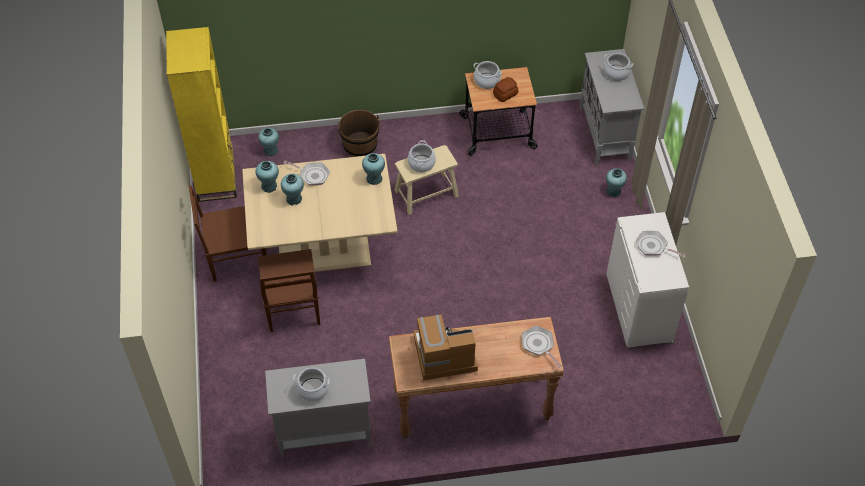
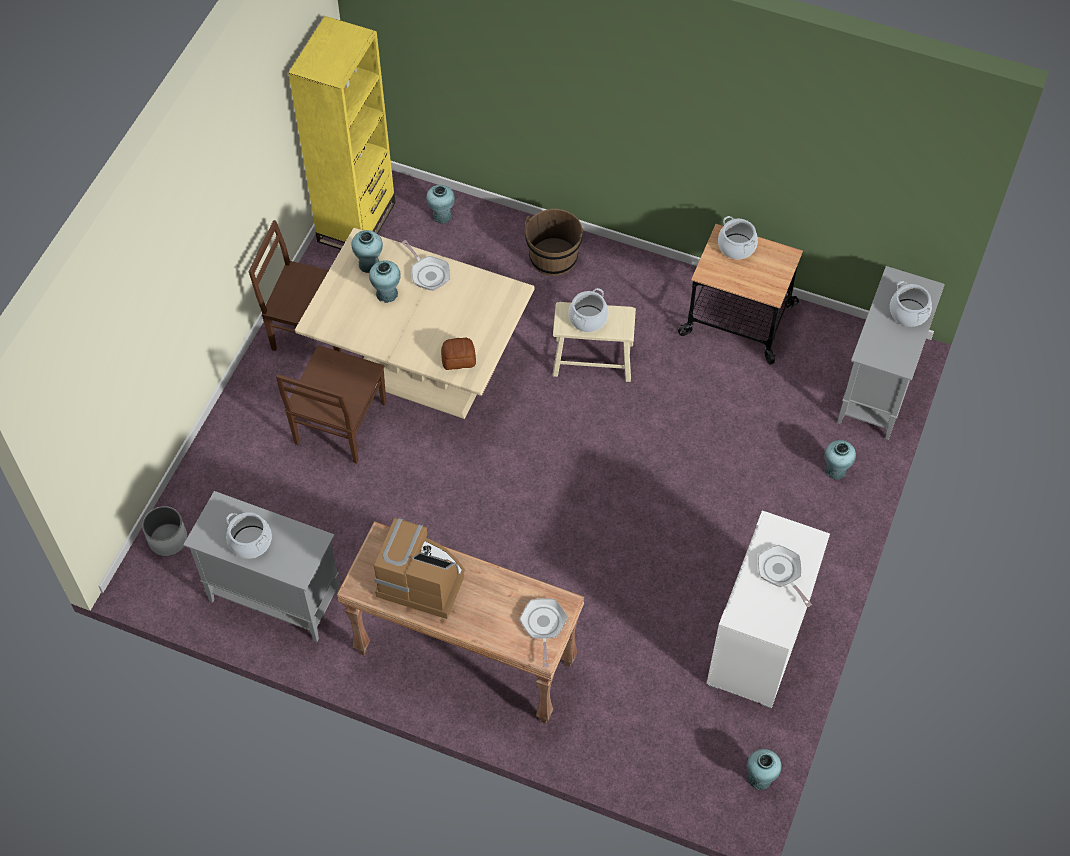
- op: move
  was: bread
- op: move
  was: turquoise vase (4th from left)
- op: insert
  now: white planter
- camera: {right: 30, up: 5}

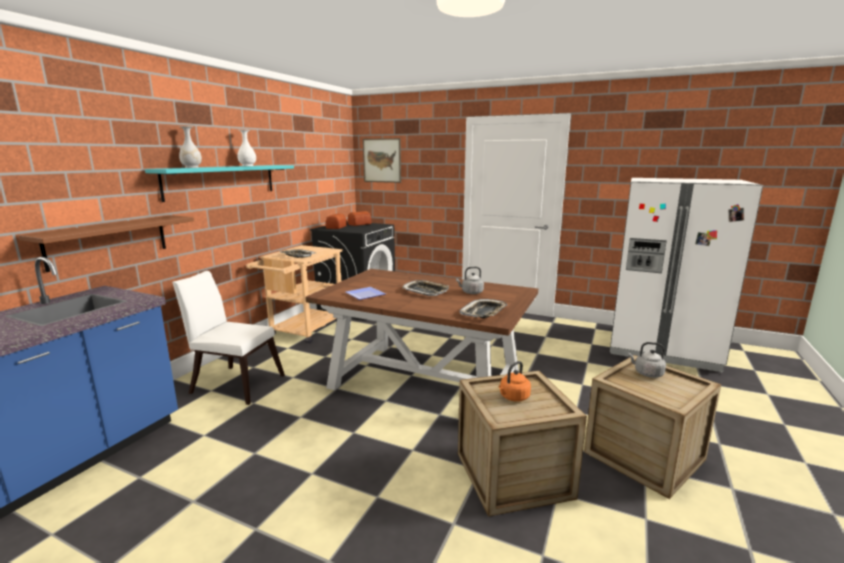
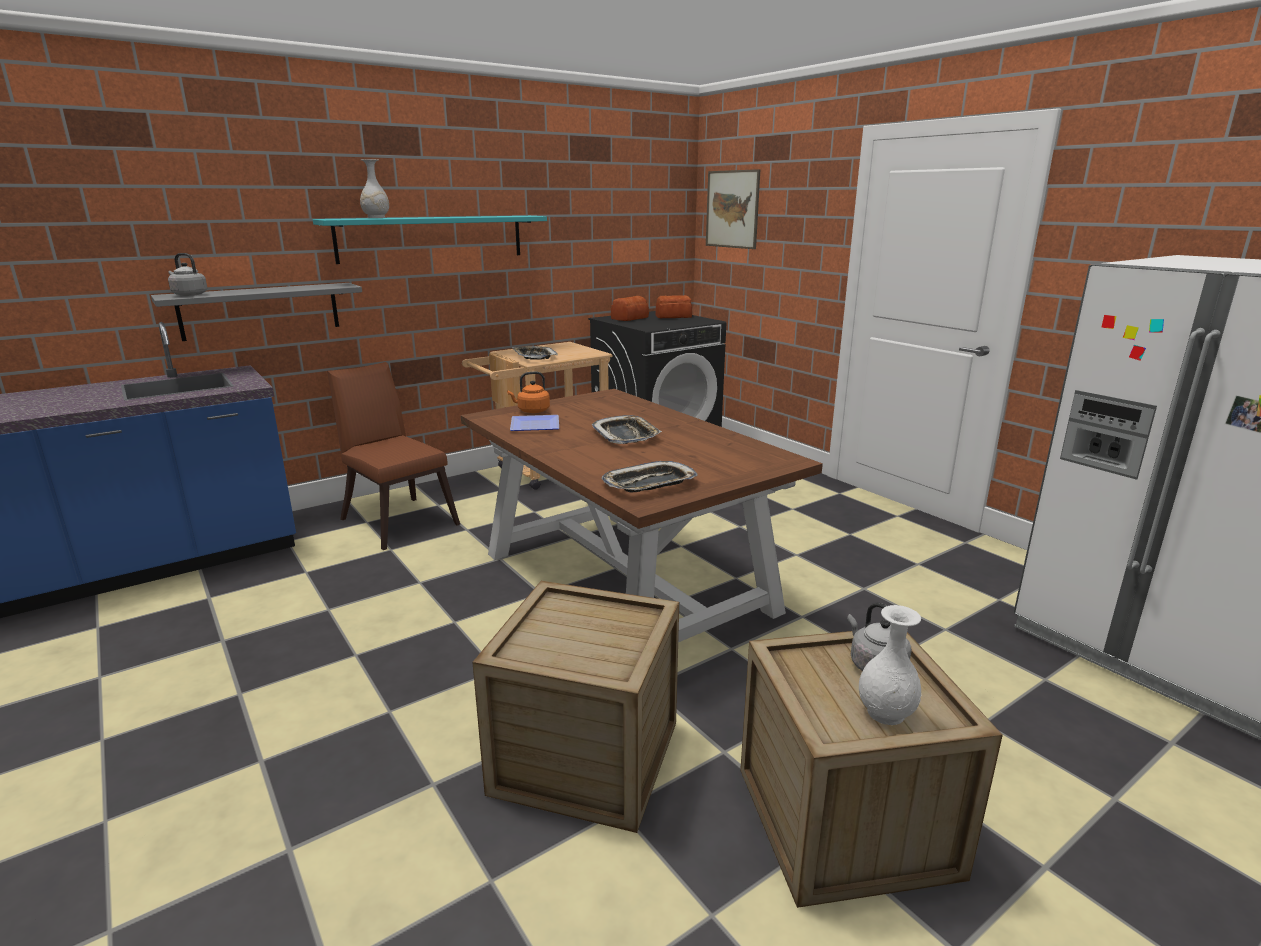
- op: move
  was: white vase (2nd from left)
- op: recolor
  was: brown shelf
  now: grey shelf
- op: move
  was: grey kettle (1st from left)
- op: recolor
  was: white chair
  now: brown chair
- op: move
  was: orange kettle
- camera: {right: 30, up: 5}

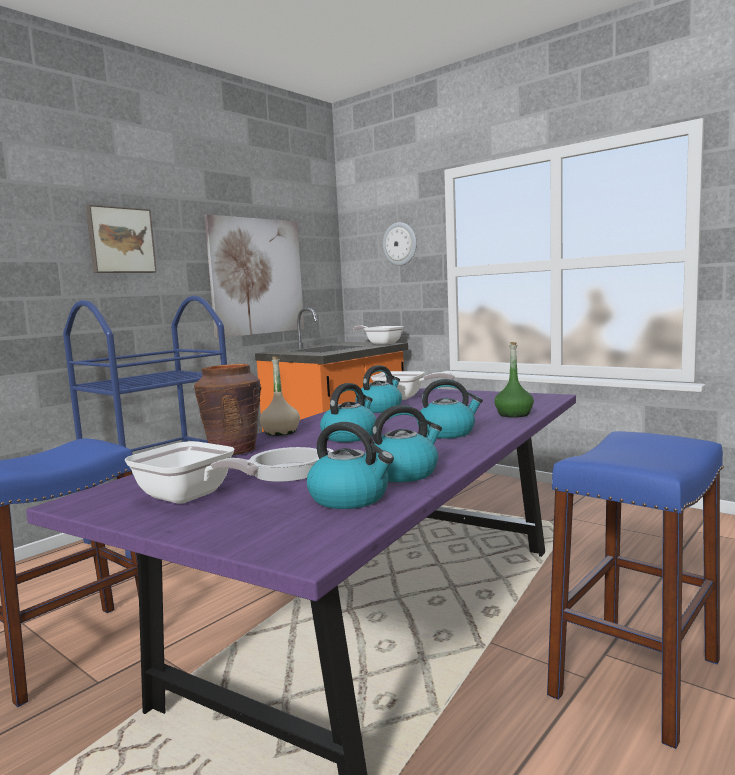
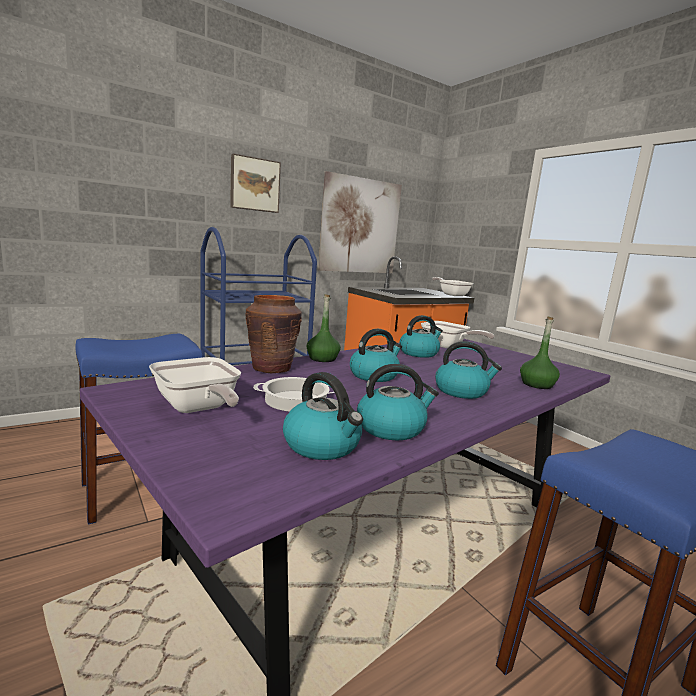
- op: delete
  was: wall clock
- op: recolor
  was: beige bottle
  now: green bottle (1st from left)
- camera: {right: 15, up: 5}

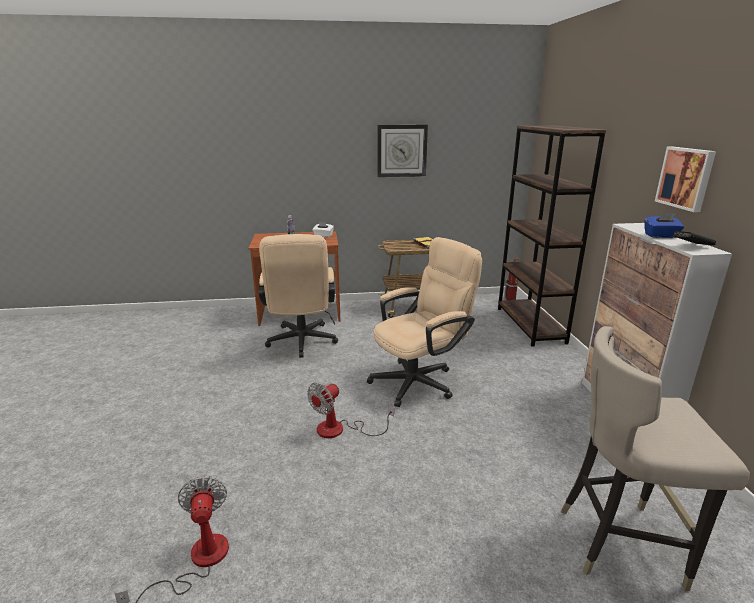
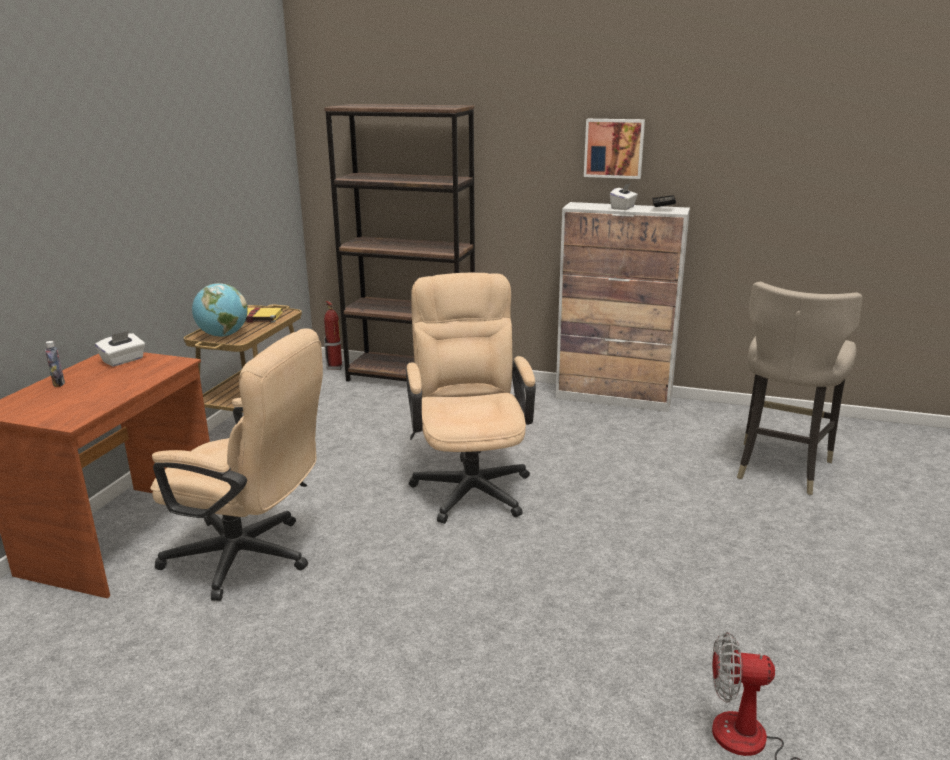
- op: delete
  was: wall clock
- op: recolor
  was: blue tissue box
  now: white tissue box (2nd from left)
- op: delete
  was: fan (2nd from left)
- op: insert
  now: globe
- camera: {right: -65, up: 0}

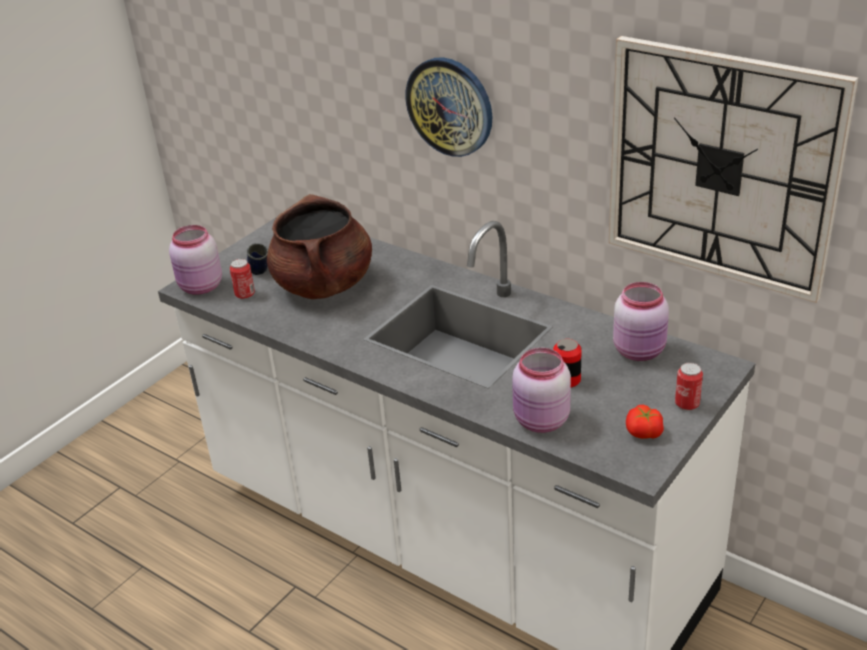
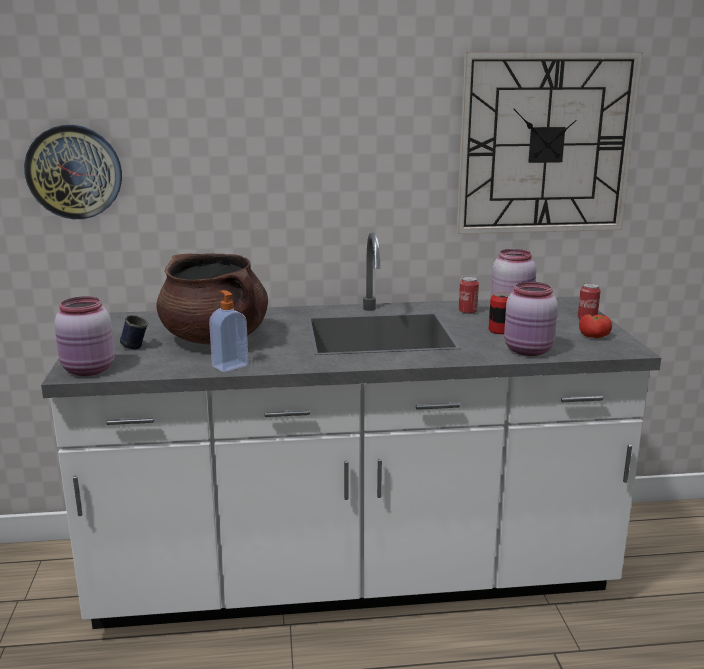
- op: move
  was: wall clock (1st from left)
- op: move
  was: can (1st from left)
- op: insert
  now: soap dispenser
- camera: {right: -45, up: -15}

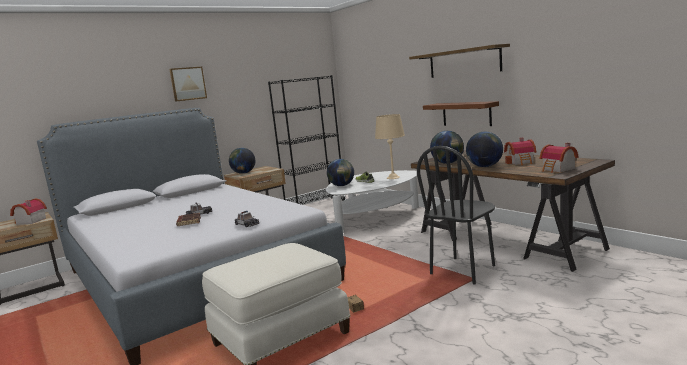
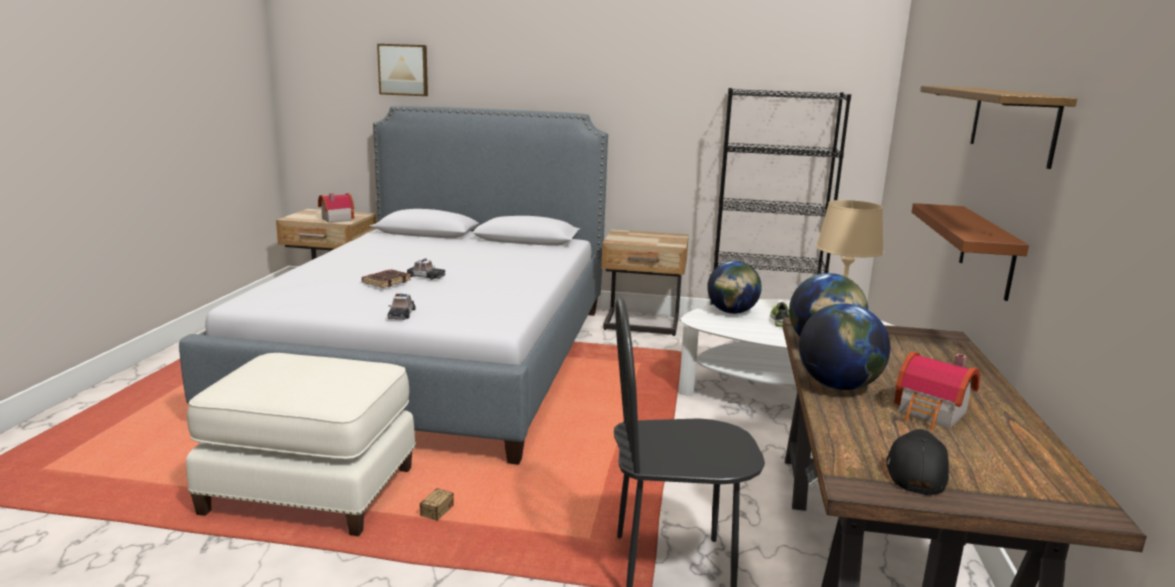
- op: move
  was: picture
- op: replace
  was: toy house (3rd from left)
  now: black cap
- op: delete
  was: globe (1st from left)
- camera: {right: 45, up: 5}

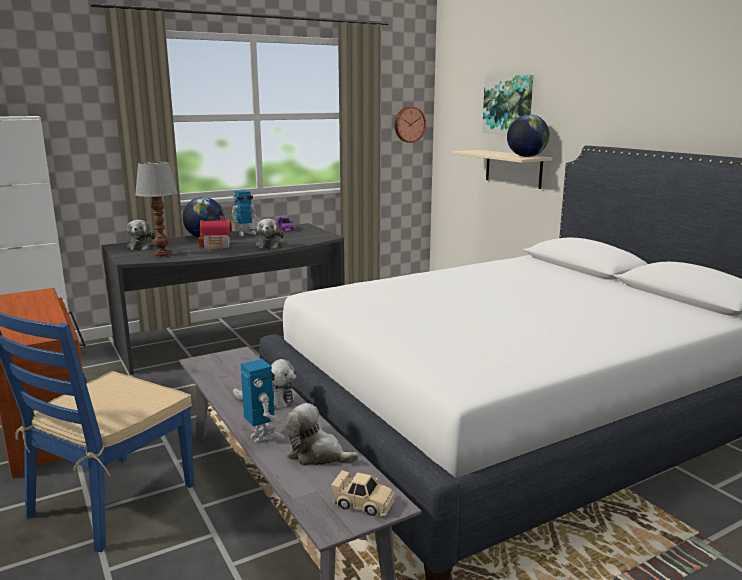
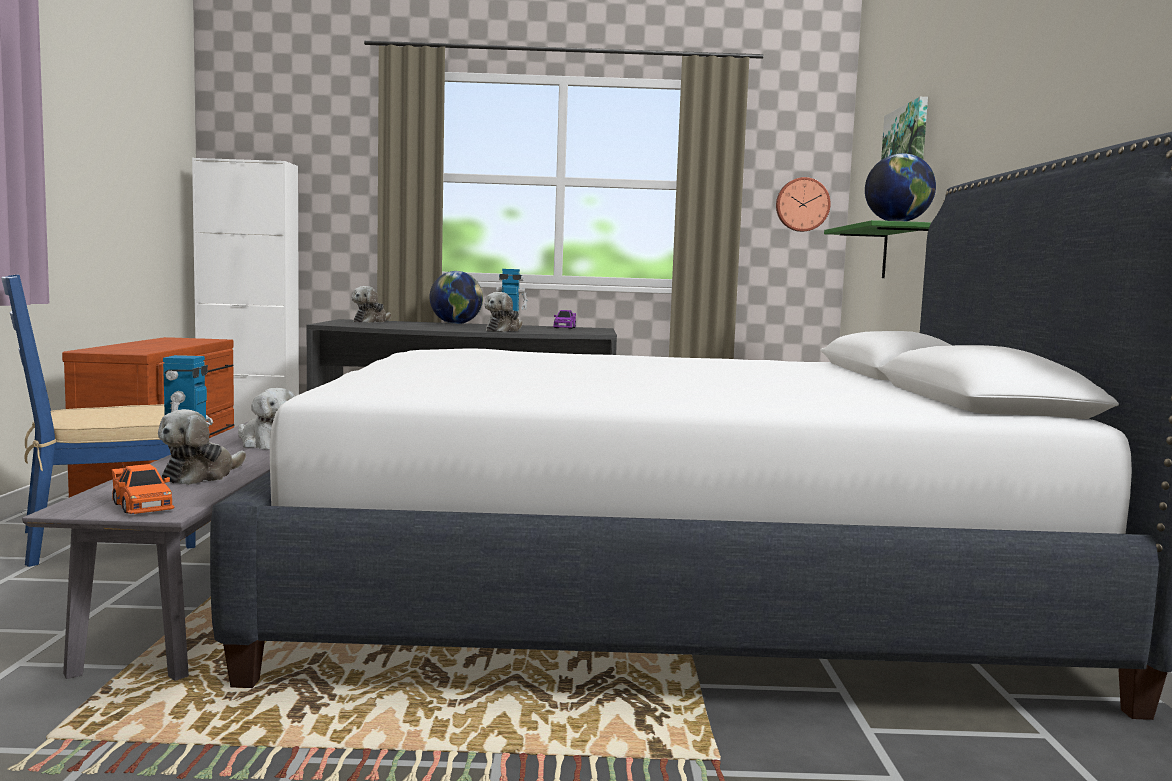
- op: recolor
  was: beige shelf
  now: green shelf
- op: delete
  was: table lamp
- op: delete
  was: toy house
- op: rotate
  was: plush toy (4th from left in the first image)
  clockwise: -120
- op: recolor
  was: beige toy car
  now: orange toy car
- camera: {right: 30, up: -10}

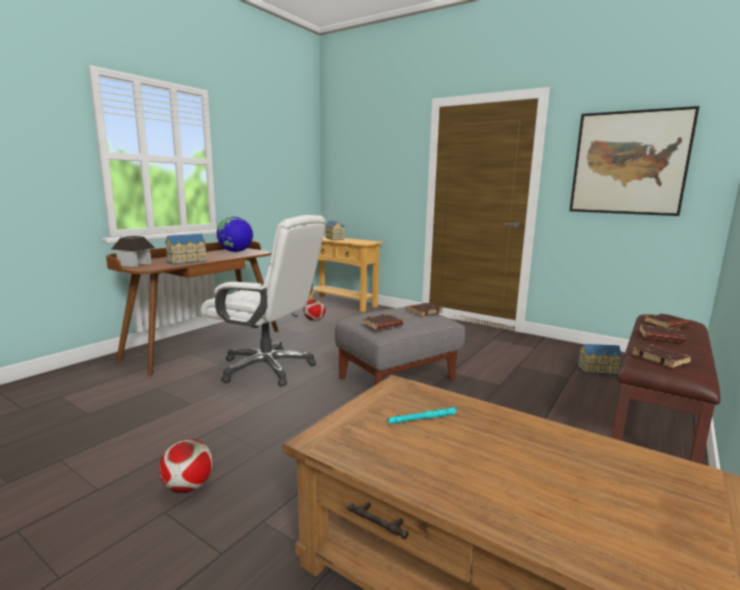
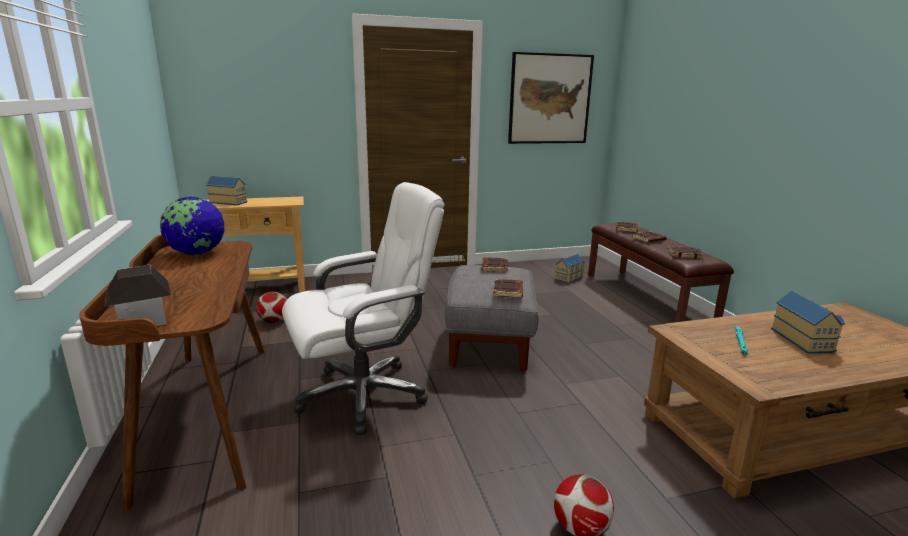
- op: move
  was: toy house (2nd from left in the first image)
  now: toy house (4th from left)
- camera: {right: -50, up: 5}

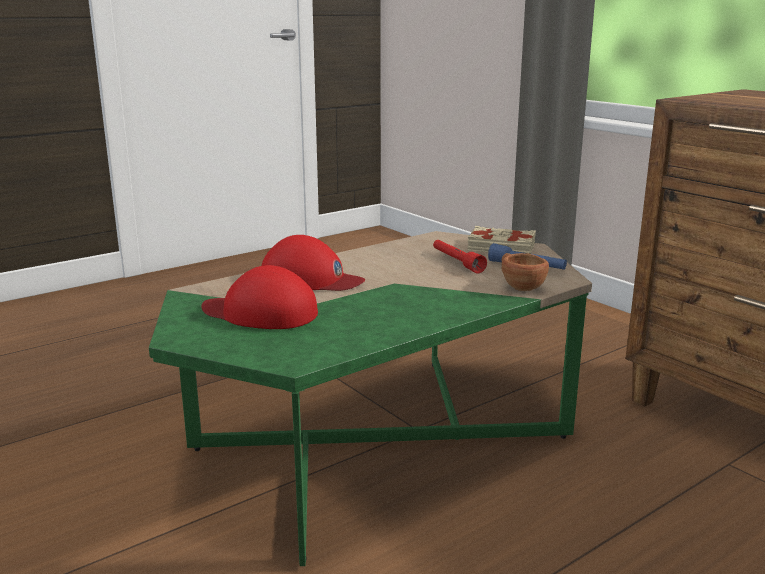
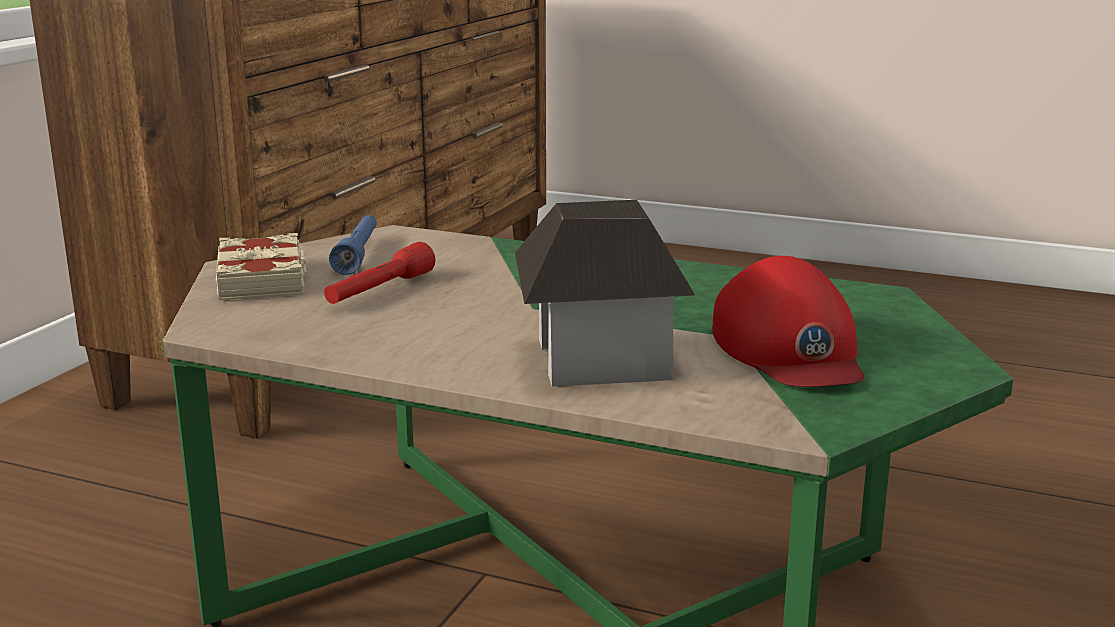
- op: replace
  was: red cap (2nd from left)
  now: toy house
- op: delete
  was: brown cup
- camera: {right: -120, up: 0}

